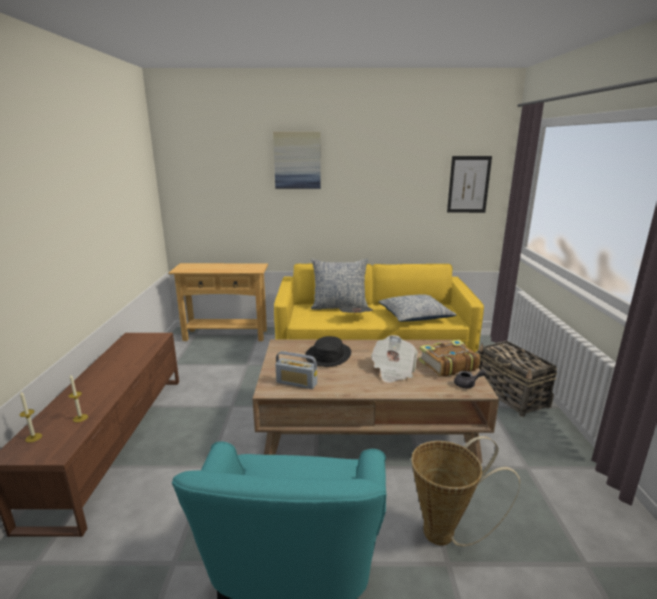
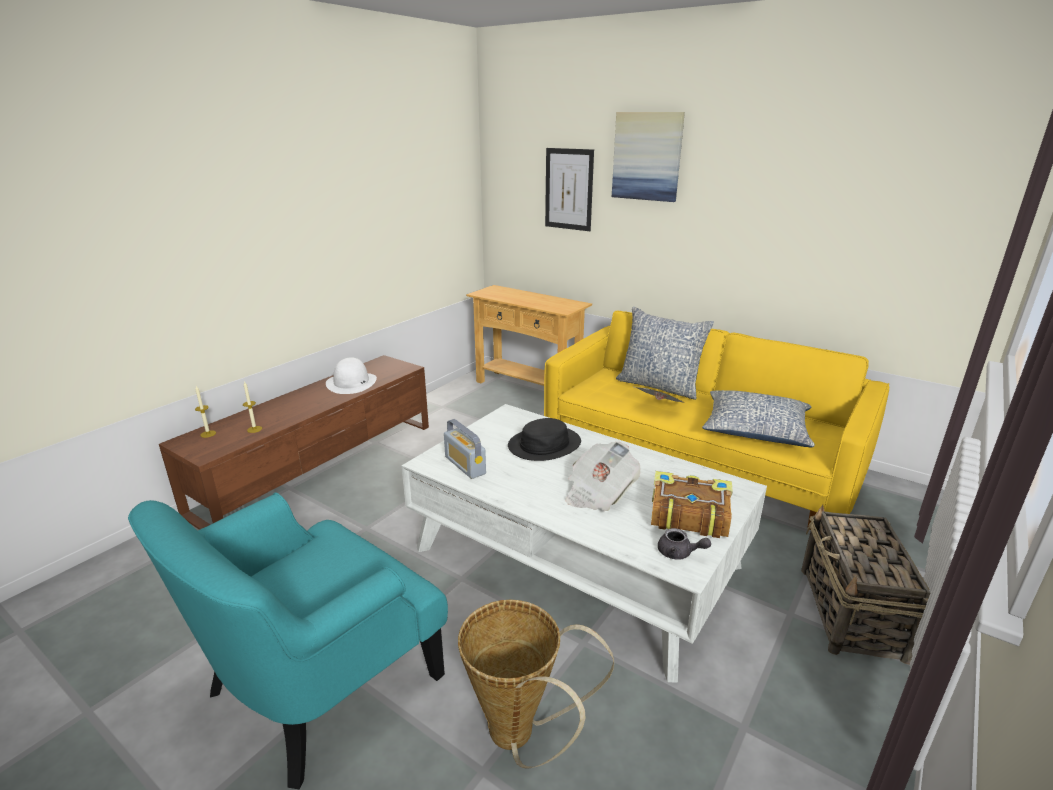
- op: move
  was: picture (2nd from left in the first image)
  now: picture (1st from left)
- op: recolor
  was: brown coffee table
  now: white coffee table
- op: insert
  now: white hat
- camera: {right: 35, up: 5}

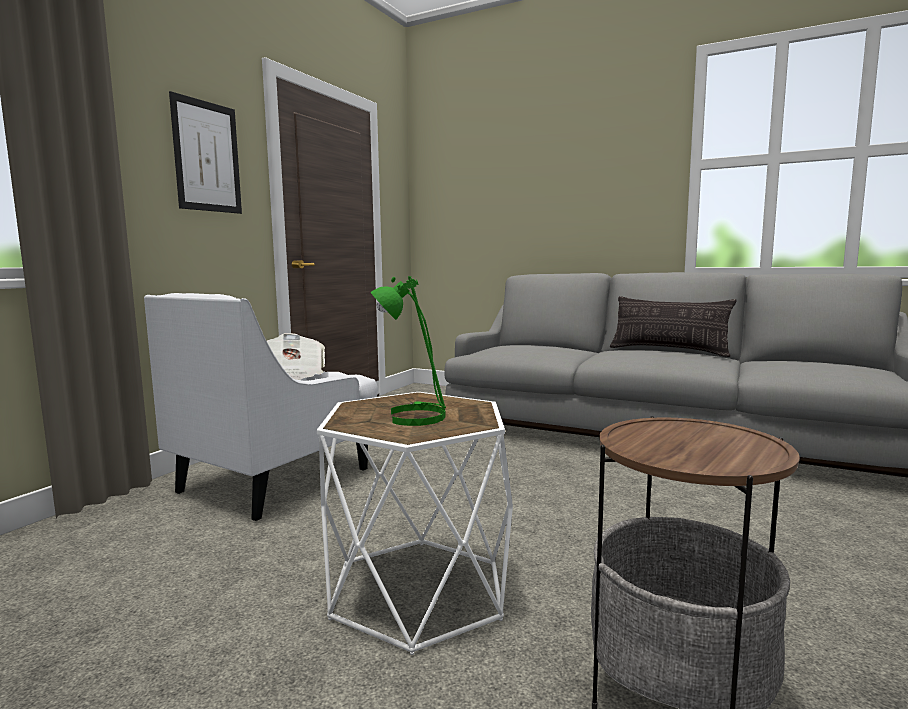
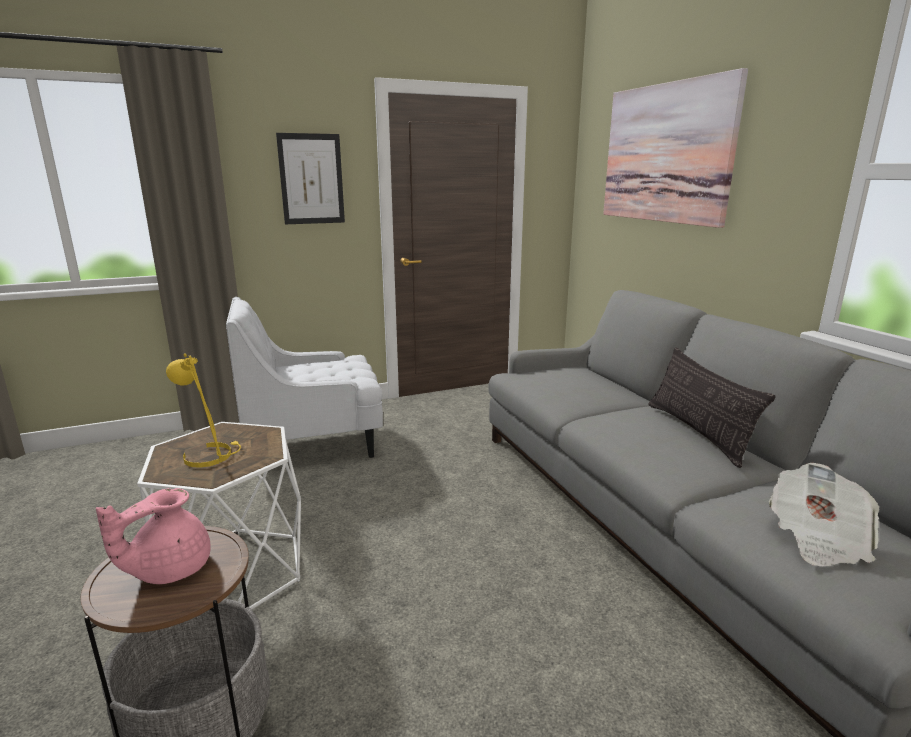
- op: recolor
  was: green table lamp
  now: yellow table lamp
- op: move
  was: newspaper
- op: insert
  now: picture (2nd from left)
- op: insert
  now: pink teapot
- camera: {right: 40, up: 10}

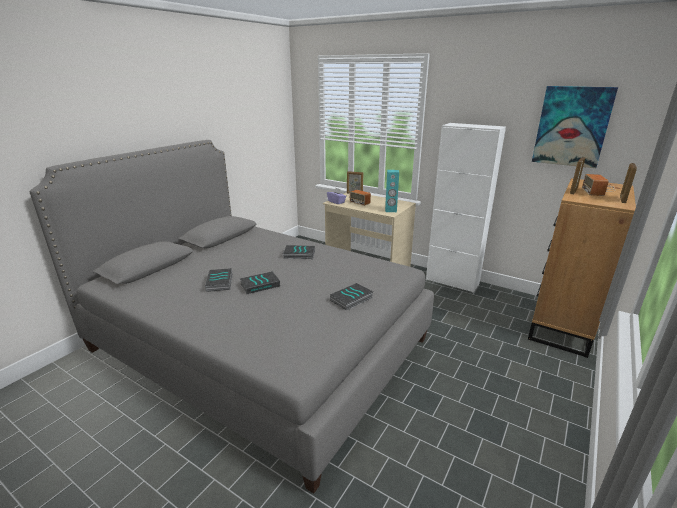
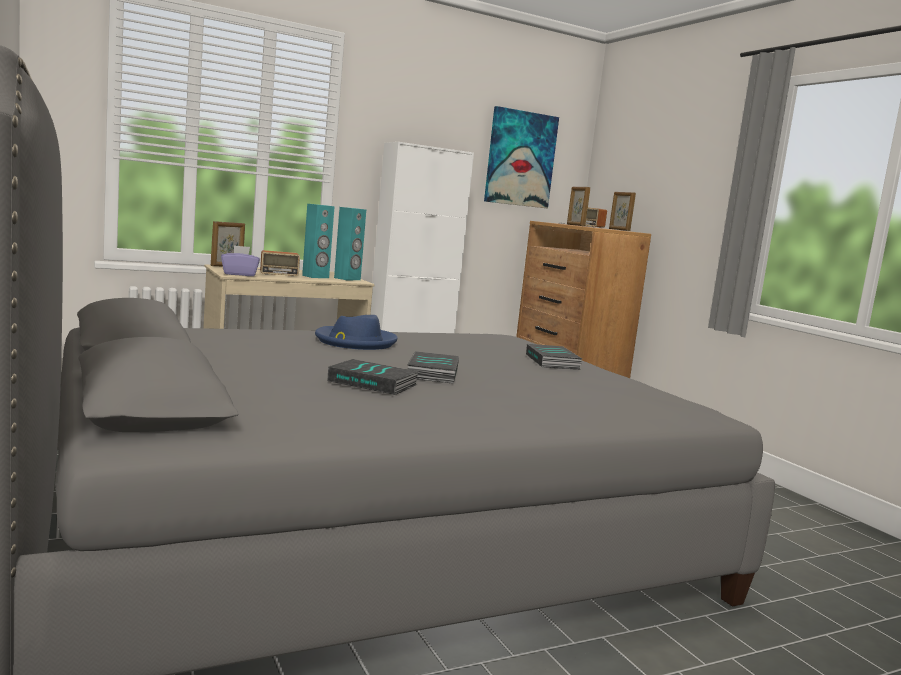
- op: replace
  was: book (3rd from left)
  now: blue hat
- op: insert
  now: turquoise speaker (1st from left)
- camera: {right: -60, up: -15}

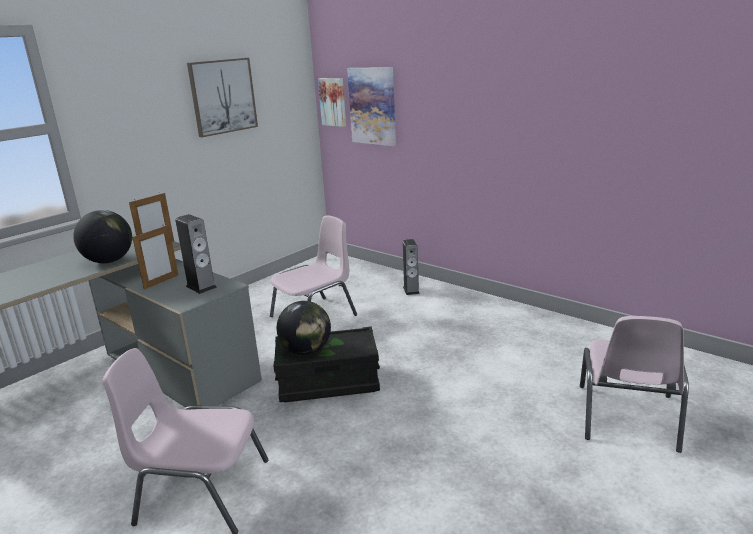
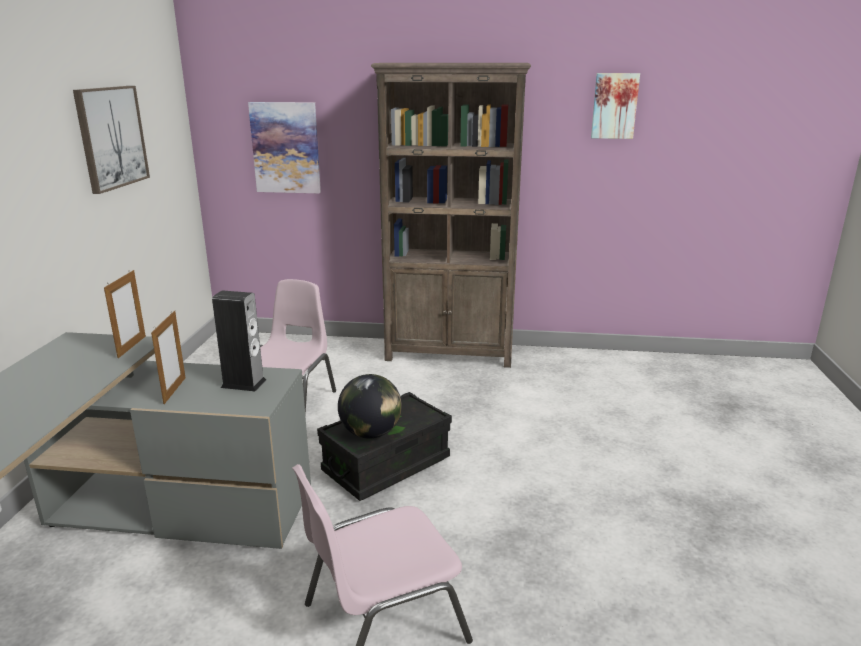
- op: move
  was: picture (2nd from left in the first image)
  now: picture (3rd from left)
- op: delete
  was: globe (1st from left)
- op: delete
  was: speaker (2nd from left)
- op: delete
  was: pink chair (3rd from left)
- op: insert
  now: brown bookcase
- camera: {right: -35, up: 0}

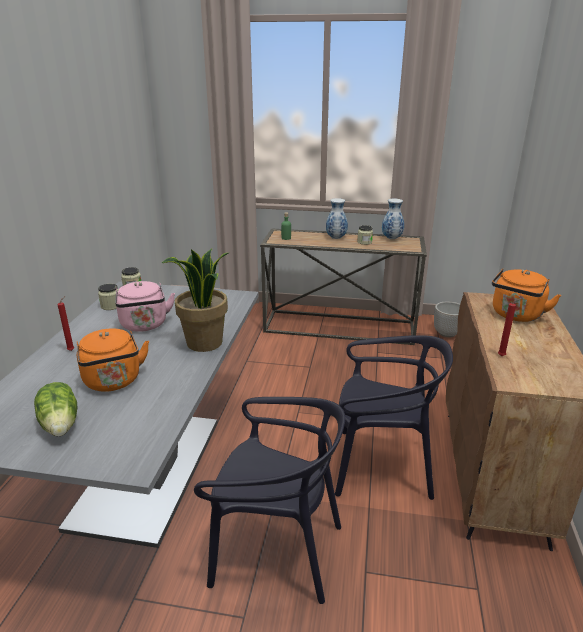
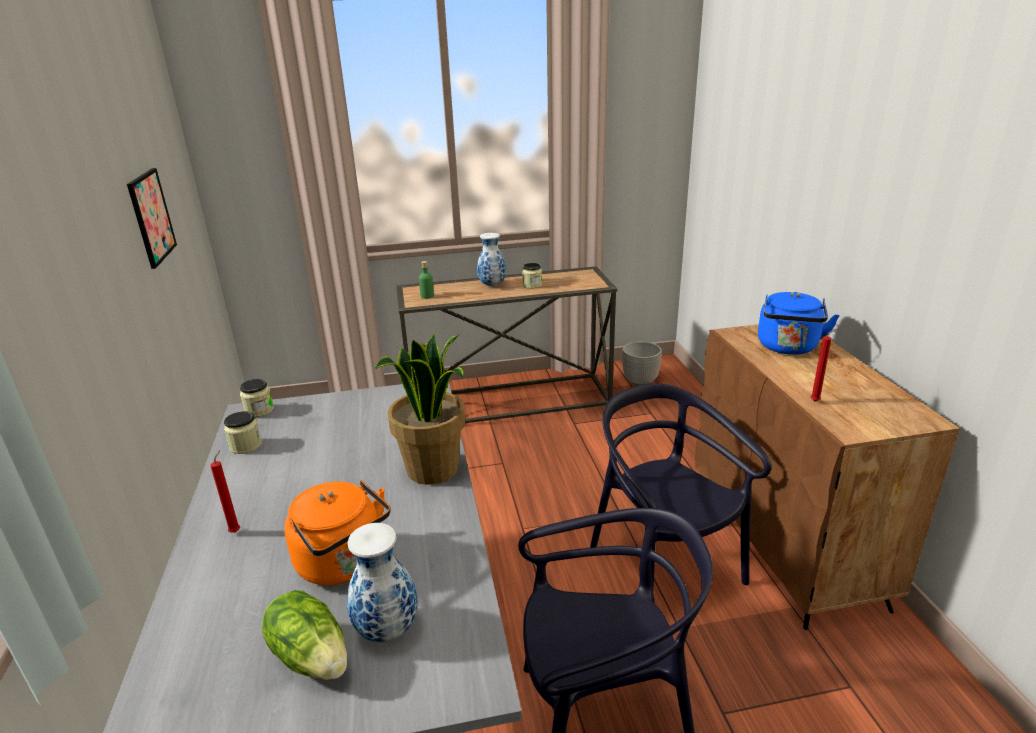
- op: move
  was: vase (2nd from left in the first image)
  now: vase (1st from left)
- op: recolor
  was: orange kettle (2nd from left)
  now: blue kettle
- op: delete
  was: pink kettle
- op: rotate
  was: black chair (2nd from left)
  clockwise: -105
- op: insert
  now: picture
- camera: {right: -20, up: 0}

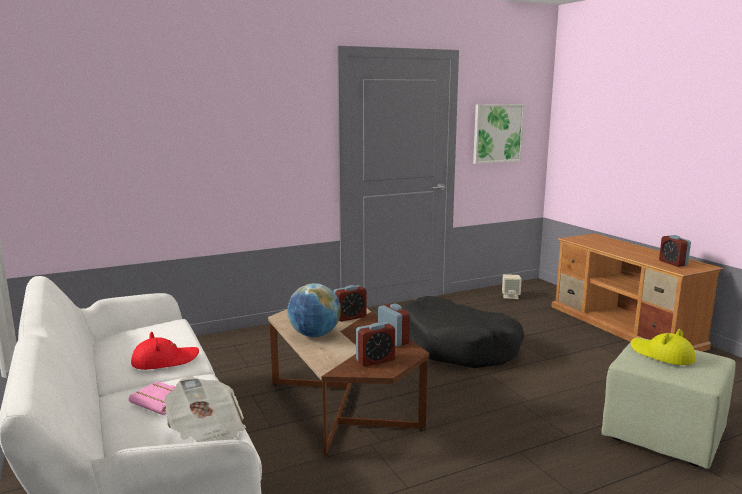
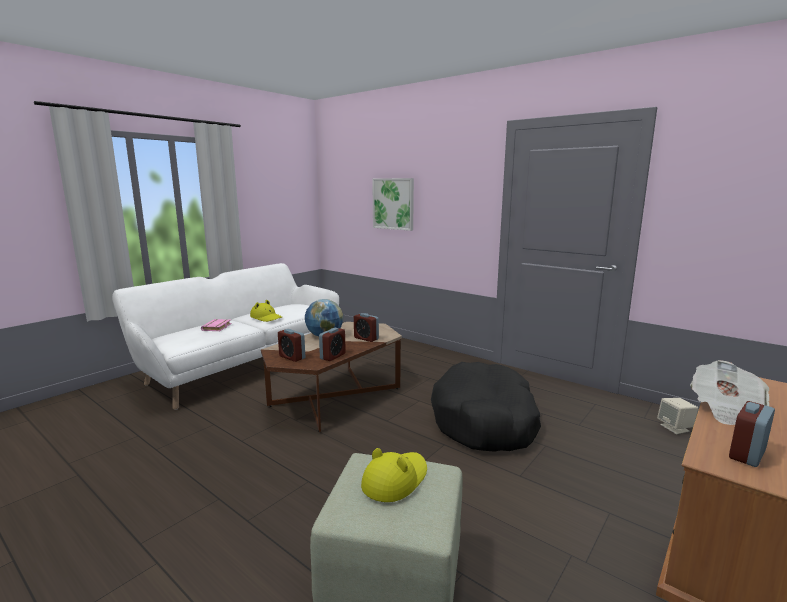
- op: move
  was: picture
- op: recolor
  was: red hat
  now: yellow hat (1st from left)
- op: move
  was: newspaper
- camera: {right: 65, up: 0}

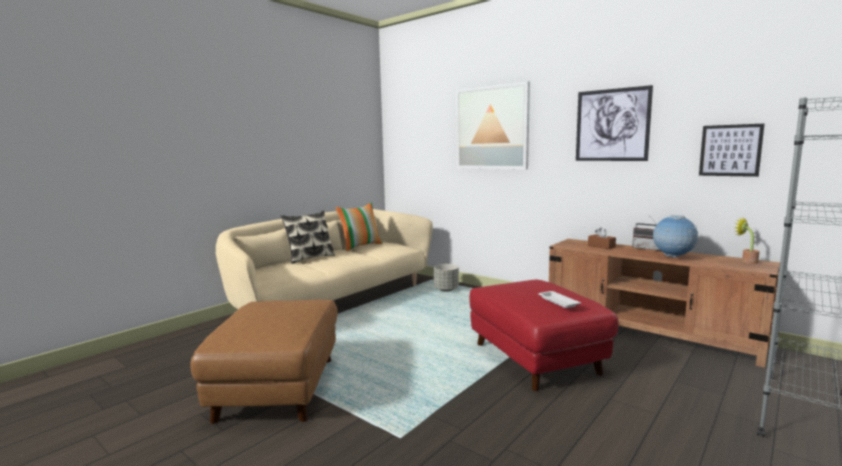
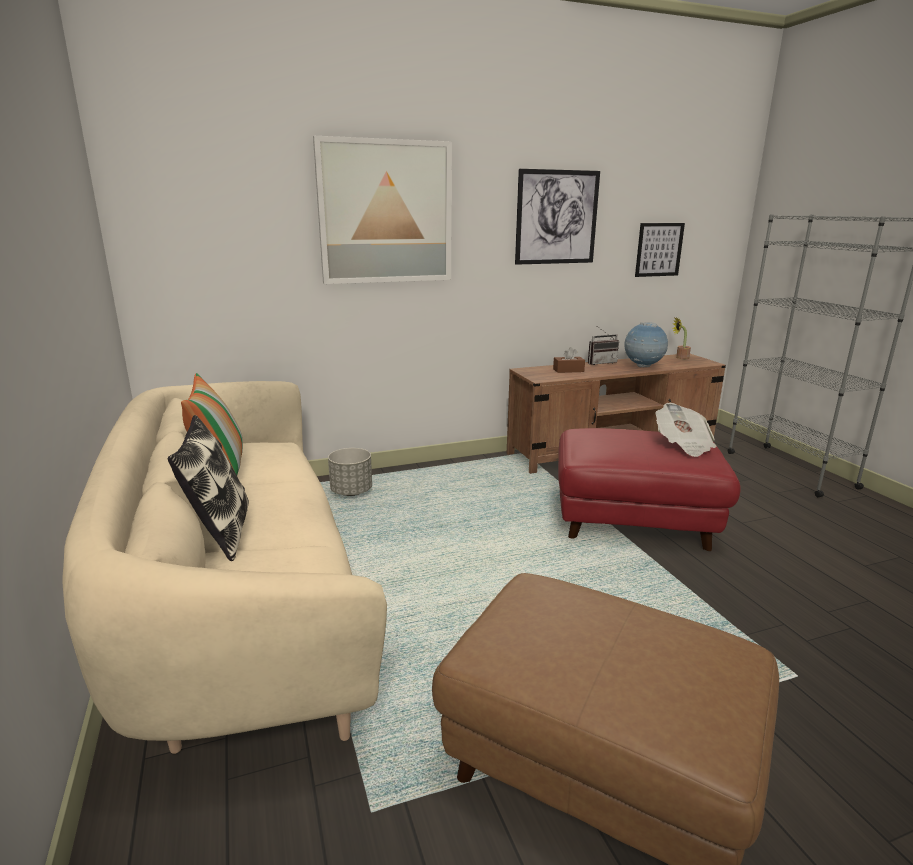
- op: replace
  was: white tray
  now: newspaper
- camera: {right: -60, up: 10}

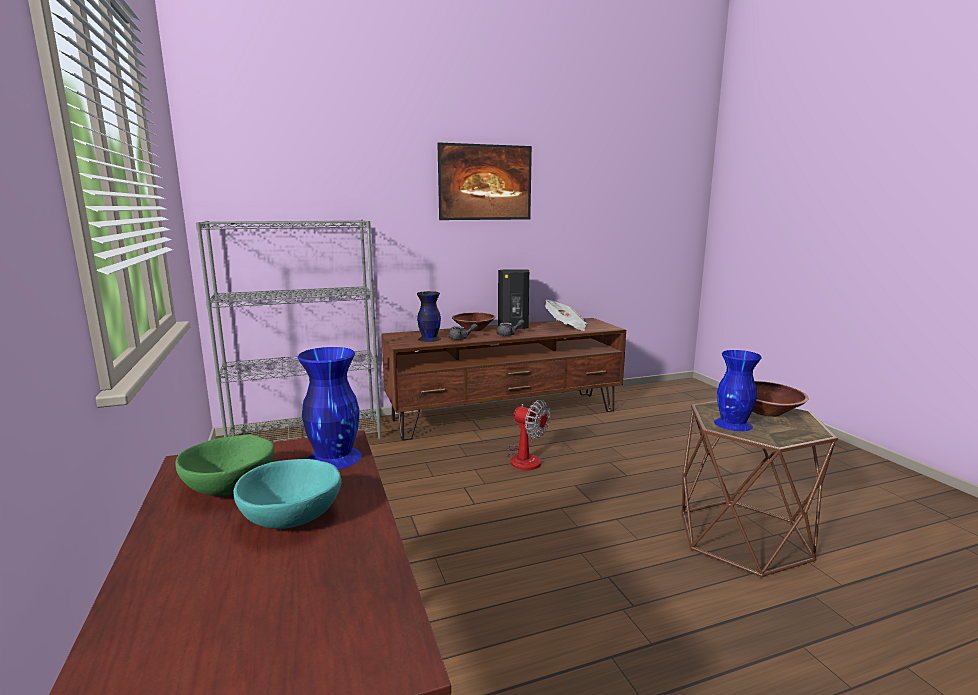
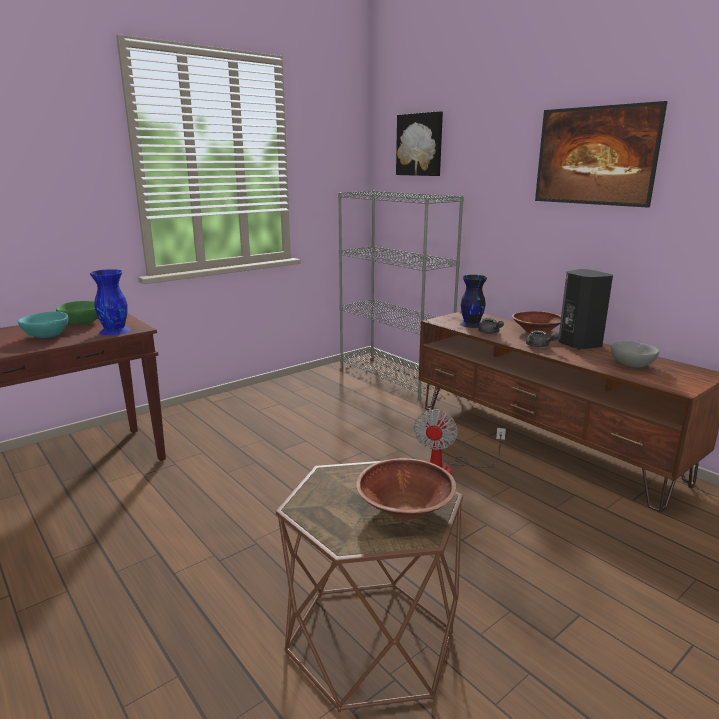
- op: replace
  was: newspaper
  now: grey bowl
- op: delete
  was: blue vase (2nd from left)
- op: insert
  now: picture (1st from left)
- camera: {right: 70, up: 5}

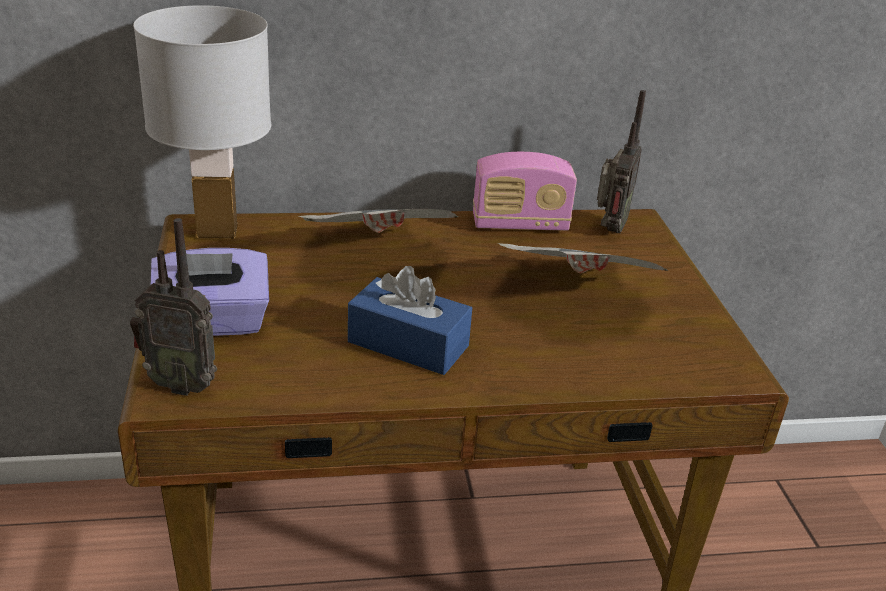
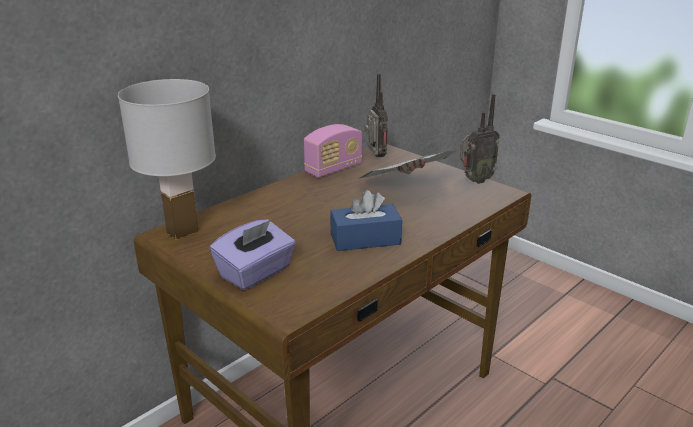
- op: delete
  was: newspaper (1st from left)
- op: move
  was: radio (1st from left in the first image)
  now: radio (3rd from left)
- camera: {right: -35, up: -5}

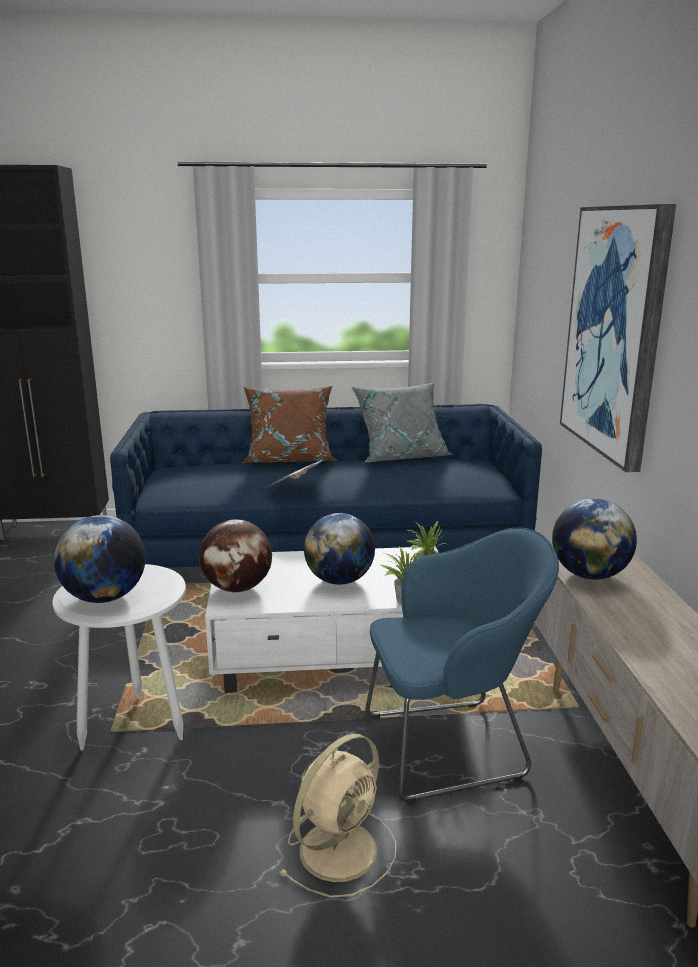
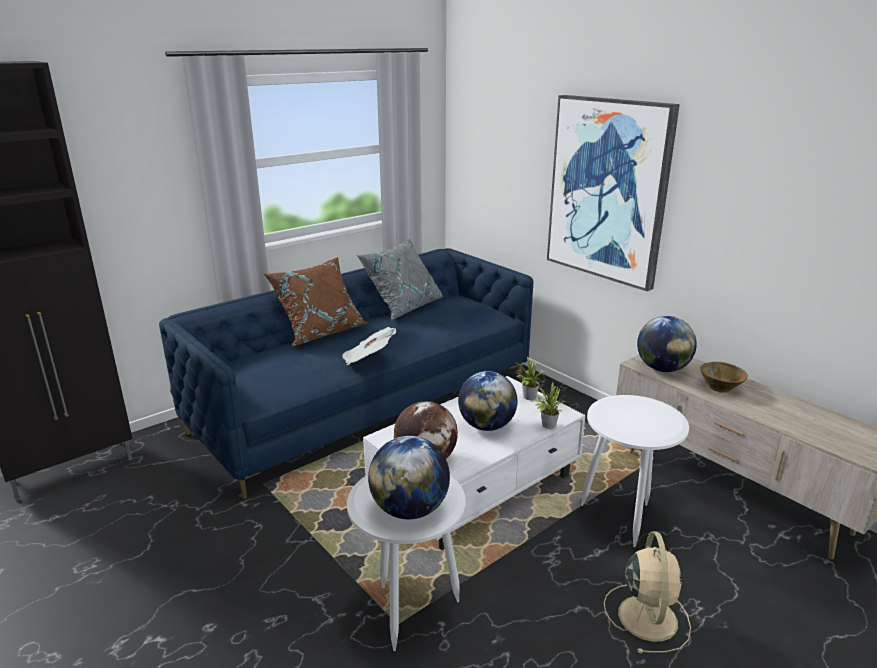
- op: replace
  was: blue armchair
  now: white side table (2nd from left)
- op: insert
  now: brown bowl
- camera: {right: -35, up: 5}

